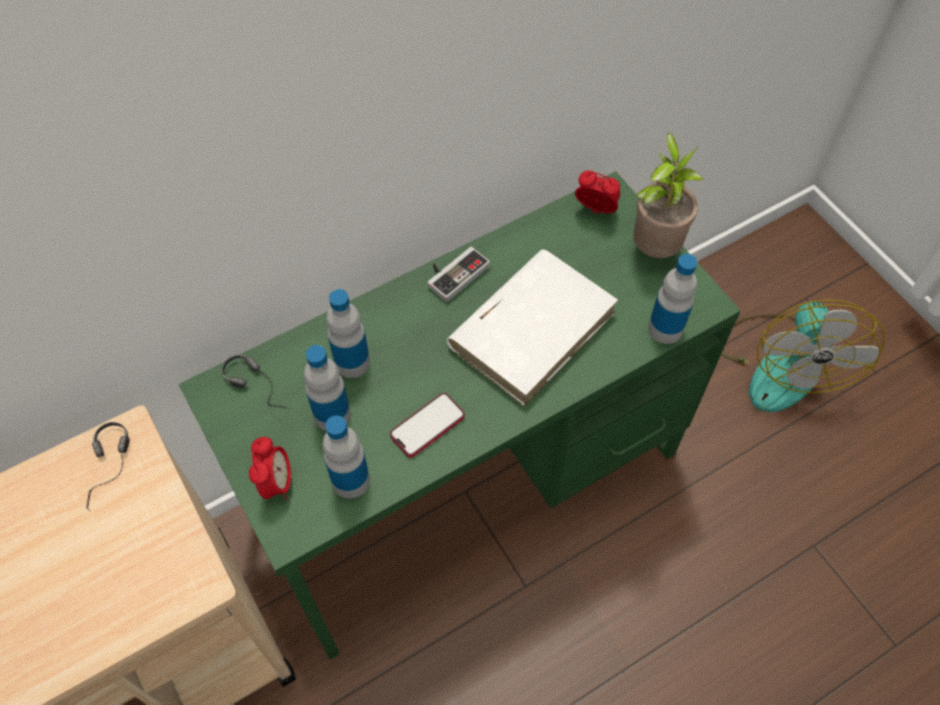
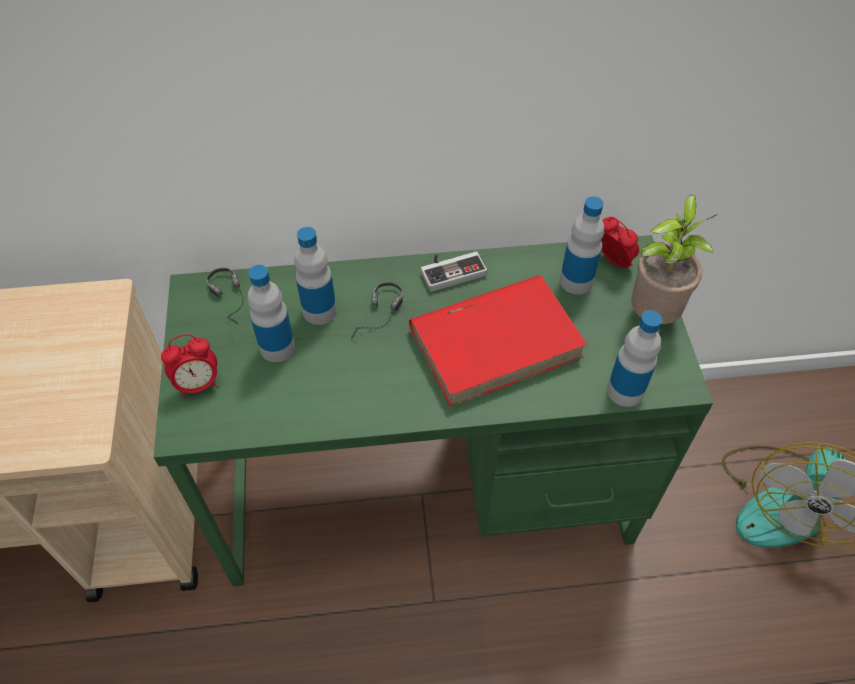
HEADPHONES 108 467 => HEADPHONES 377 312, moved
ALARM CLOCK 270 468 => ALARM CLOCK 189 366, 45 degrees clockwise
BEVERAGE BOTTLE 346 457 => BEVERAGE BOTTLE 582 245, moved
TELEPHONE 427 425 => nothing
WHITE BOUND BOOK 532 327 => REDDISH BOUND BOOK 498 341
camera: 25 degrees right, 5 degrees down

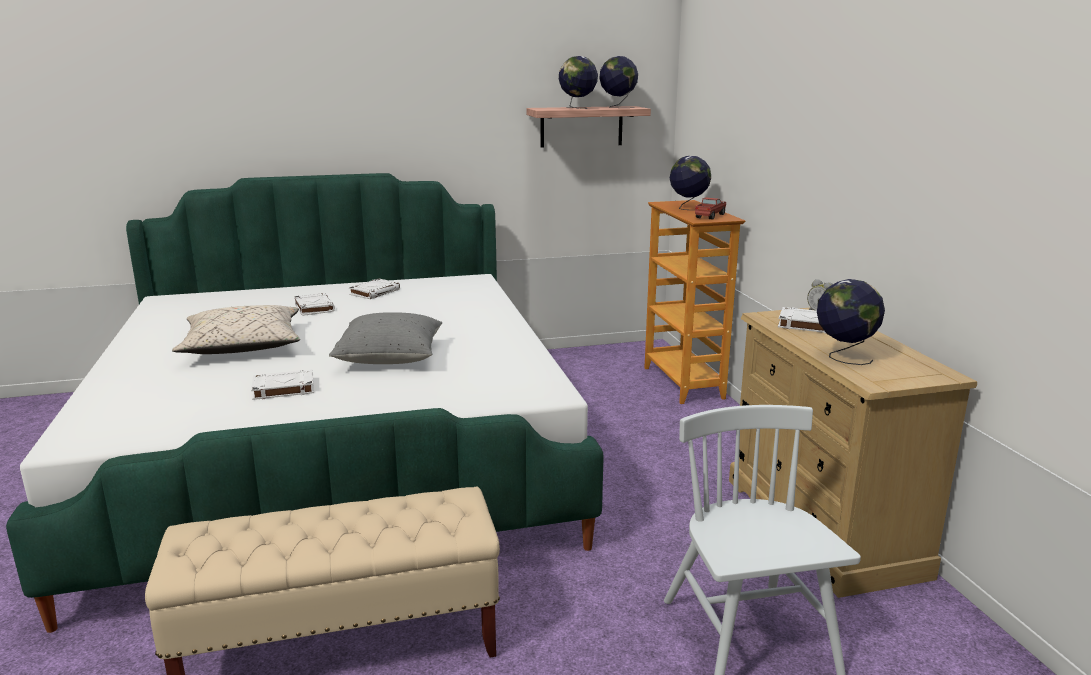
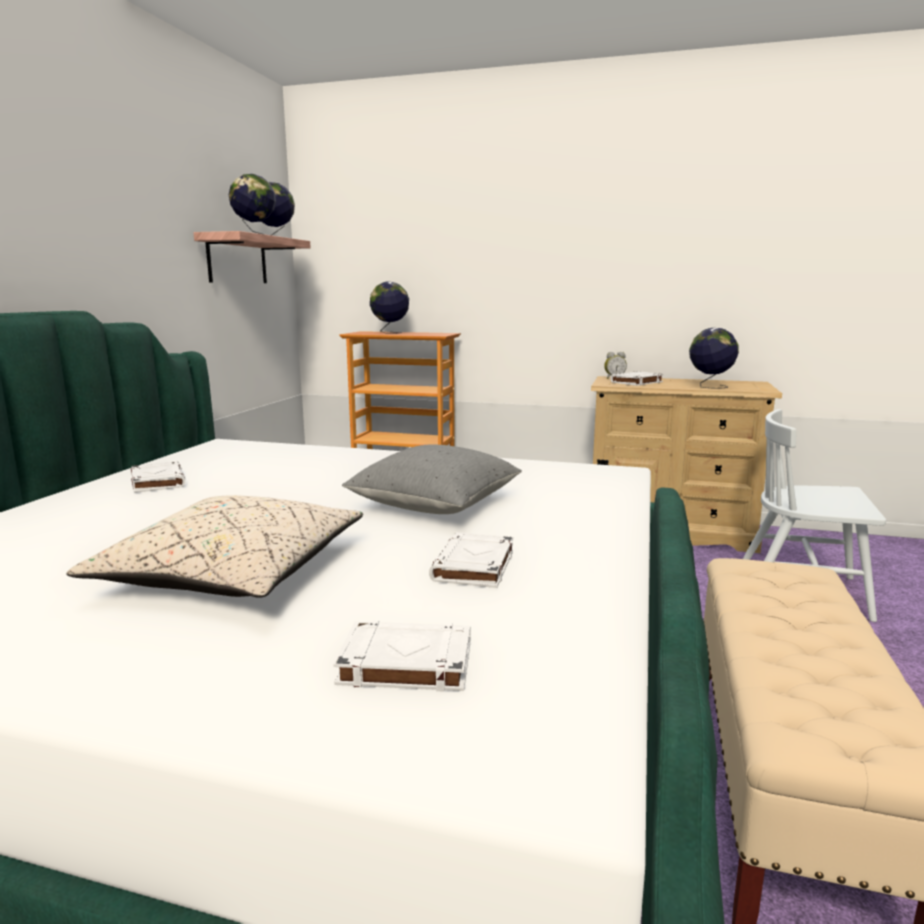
WHITE BOUND BOOK 314 304 => WHITE BOUND BOOK 402 656, moved
TOY LORRY 710 208 => nothing
camera: 60 degrees left, 5 degrees down

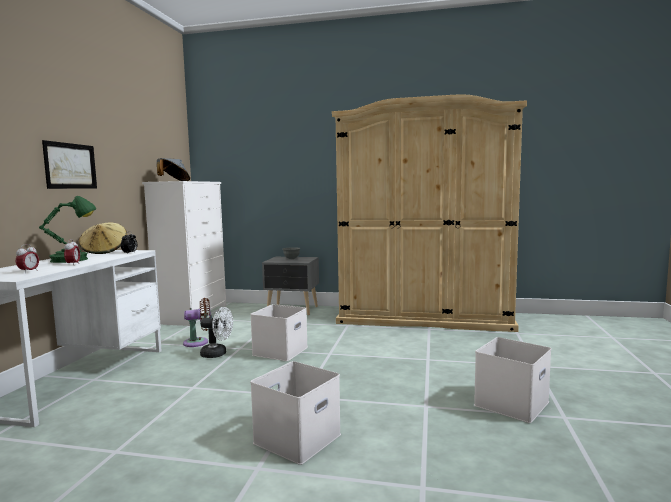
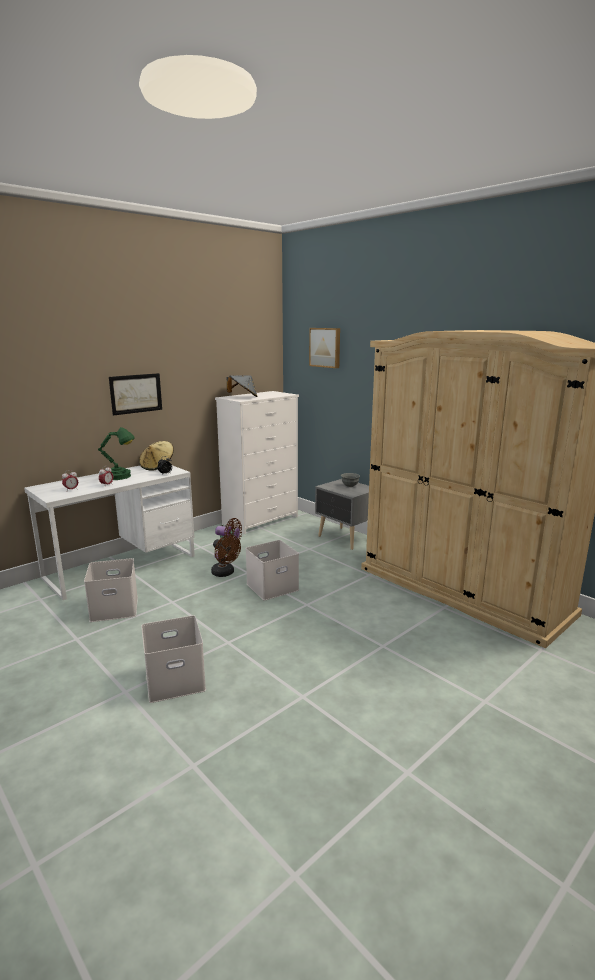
WHITE COOLING FAN 216 332 => BROWN COOLING FAN 226 556
WHITE STORAGE CONTAINER 512 380 => WHITE STORAGE CONTAINER 111 590, moved
nothing => WALL PICTURE 324 348
camera: 35 degrees right, 10 degrees up

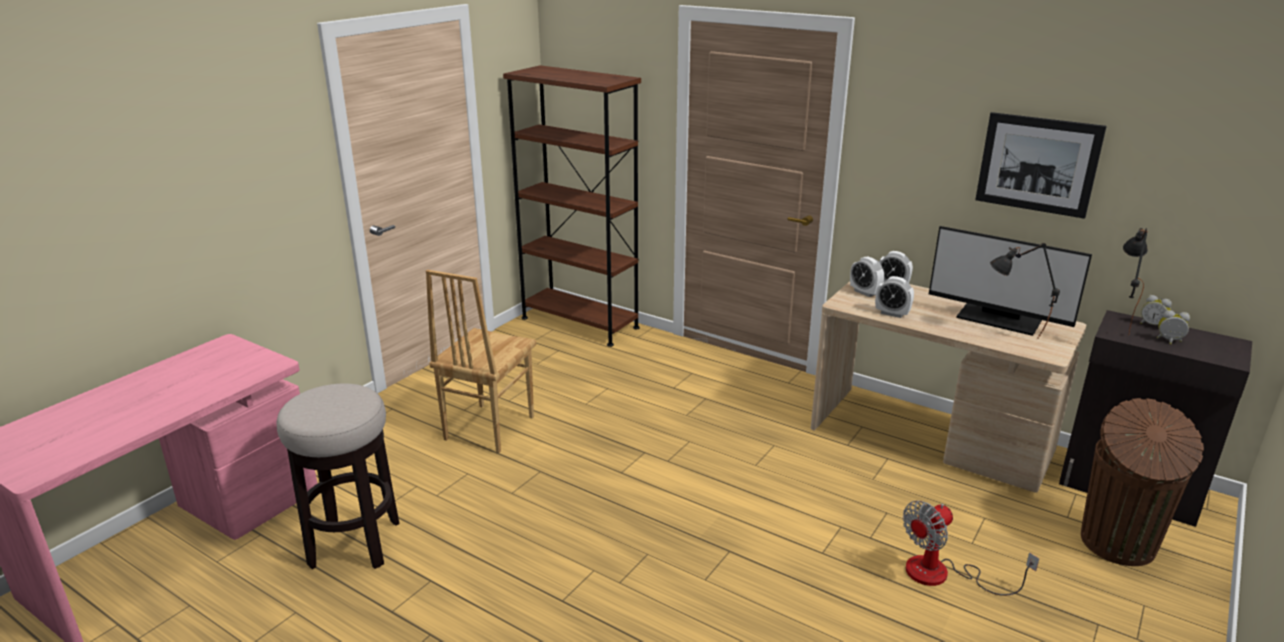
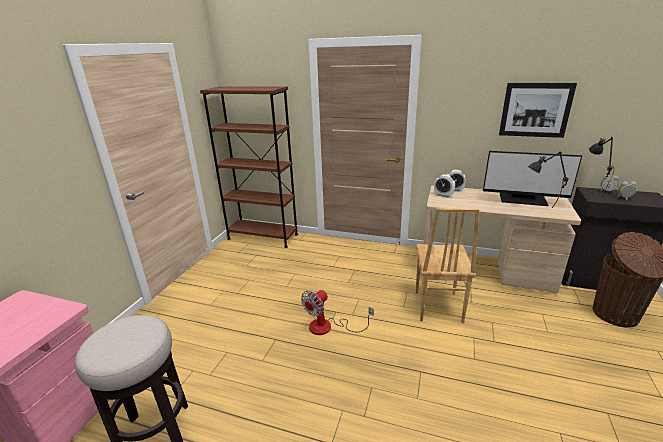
BROWN PLAIN CHAIR 481 361 => BROWN PLAIN CHAIR 447 265, moved
ALARM CLOCK 894 297 => nothing
COOLING FAN 971 548 => COOLING FAN 337 312, moved
camera: 15 degrees left, 0 degrees up

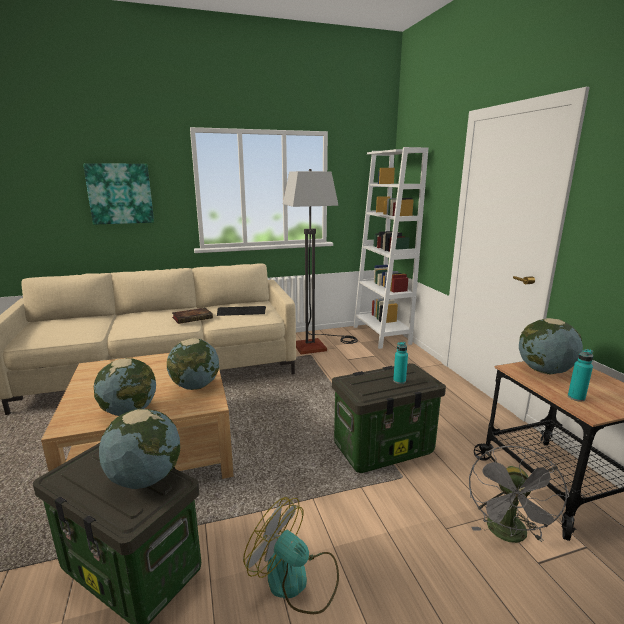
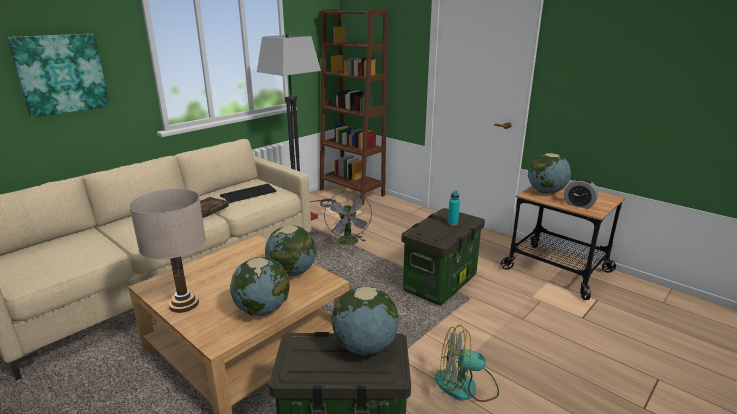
WHITE BOOKSHELF 391 248 => BROWN BOOKSHELF 353 107
GREY COOLING FAN 519 494 => GREY COOLING FAN 348 218, moved
TURQUOISE-COLOURED BEVERAGE BOTTLE 580 375 => ALARM CLOCK 581 193
nothing => BEIGE-COLOURED LAMP FOR A TABLE 167 251
camera: 30 degrees left, 5 degrees up

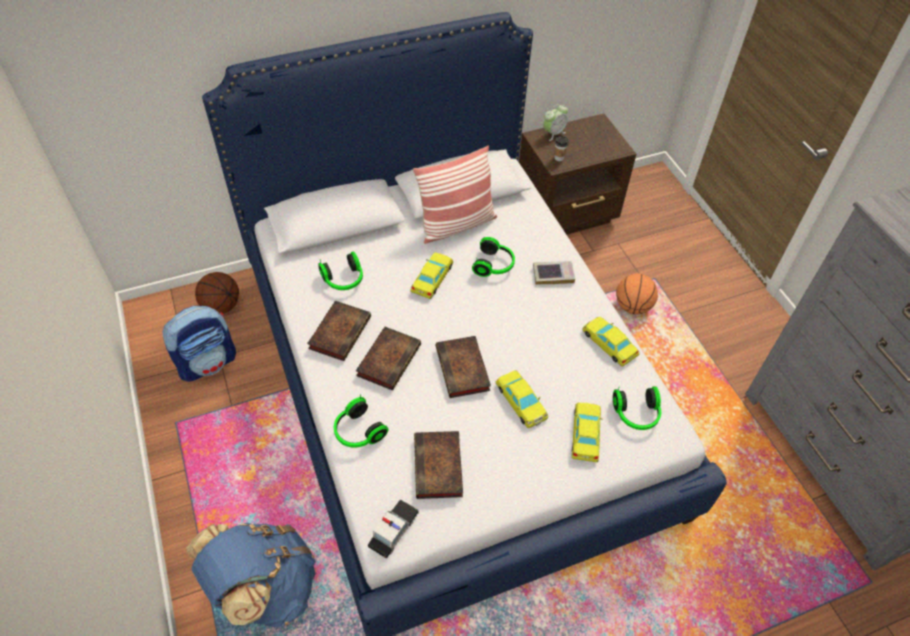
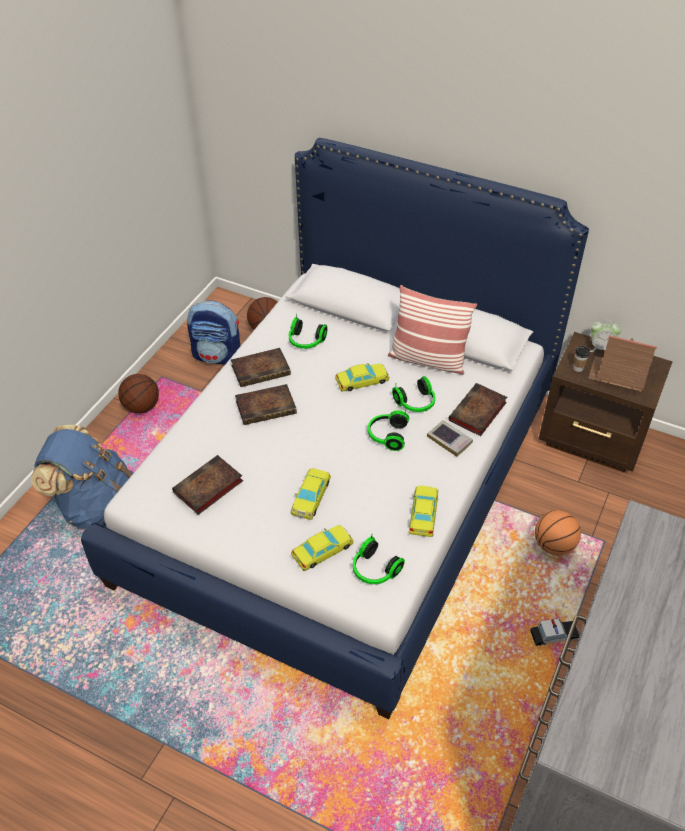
HEADPHONES 361 421 => HEADPHONES 388 430, moved
MODEL CAR 393 529 => MODEL CAR 555 632, moved
BOUND BOOK 463 367 => BOUND BOOK 478 409, moved
nothing => BASKETBALL BALL 138 393
nothing => TOY HOUSE 622 363
camera: 50 degrees right, 5 degrees down

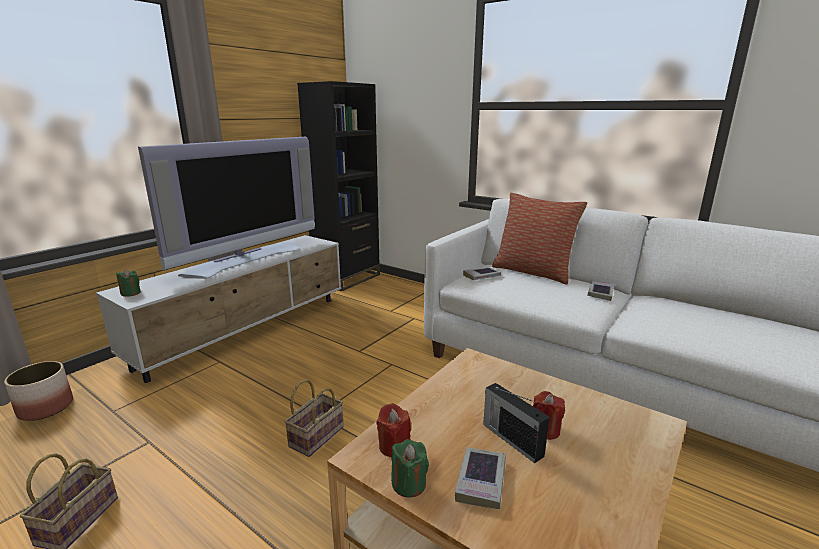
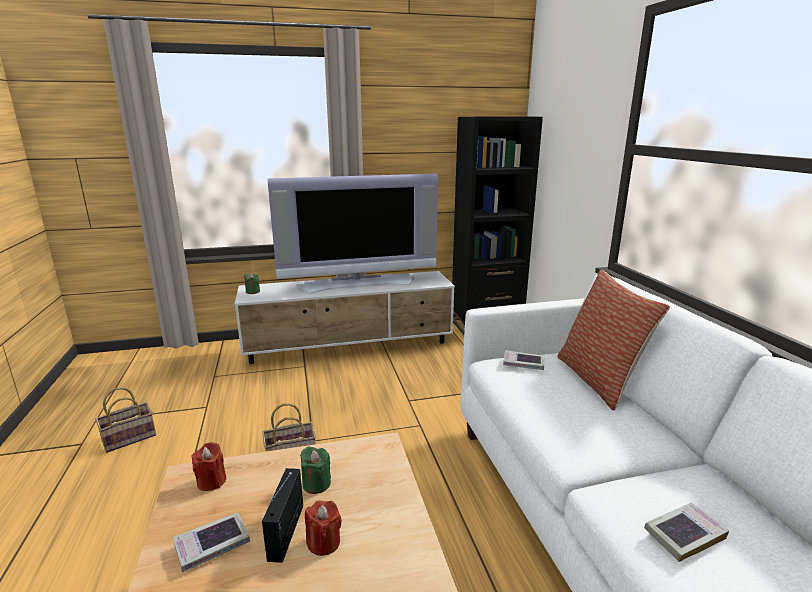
PLANTER 38 391 => nothing
GREEN WAX CANDLE 410 468 => GREEN WAX CANDLE 315 470, moved
BOUND BOOK 601 290 => BOUND BOOK 687 532, moved
camera: 40 degrees right, 0 degrees up

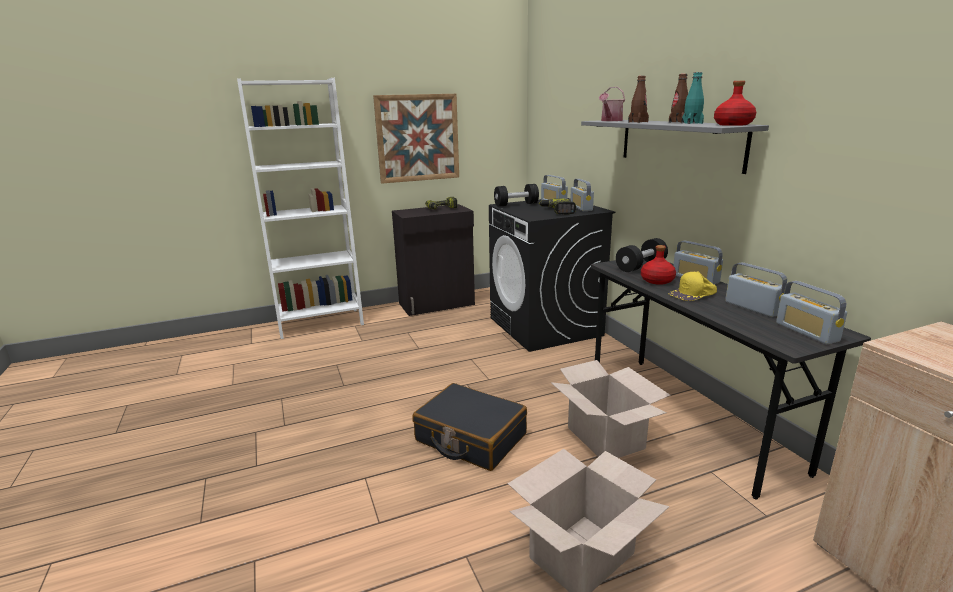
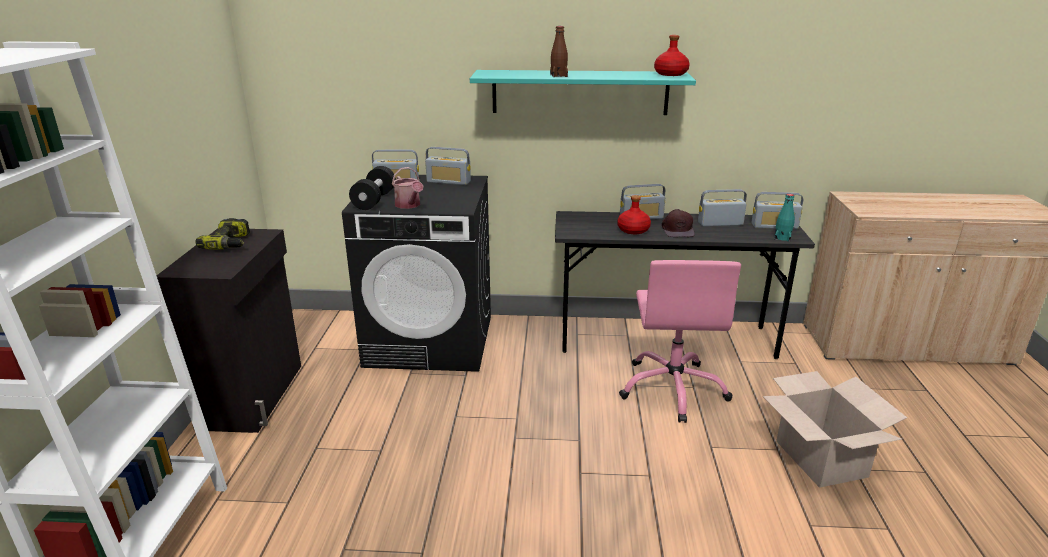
WALL PICTURE 416 139 => nothing
BLACK PIECE OF LUGGAGE 469 427 => nothing
DRILL 557 206 => nothing
PACKING BOX 611 409 => PINKISH OFFICE CHAIR 680 341
GREY WALL SHELF 675 147 => TURQUOISE-COLOURED WALL SHELF 583 92
WATERING POT 612 104 => WATERING POT 407 188, moved
BLACK DUMBBELL 642 255 => nothing
YELLOWISH BASEBALL CAP 692 286 => BROWN BASEBALL CAP 678 223
BROWN BEVERAGE BOTTLE 678 98 => nothing
TURQUOISE-COLOURED BEVERAGE BOTTLE 693 98 => TURQUOISE-COLOURED BEVERAGE BOTTLE 784 218, moved
camera: 65 degrees left, 5 degrees up

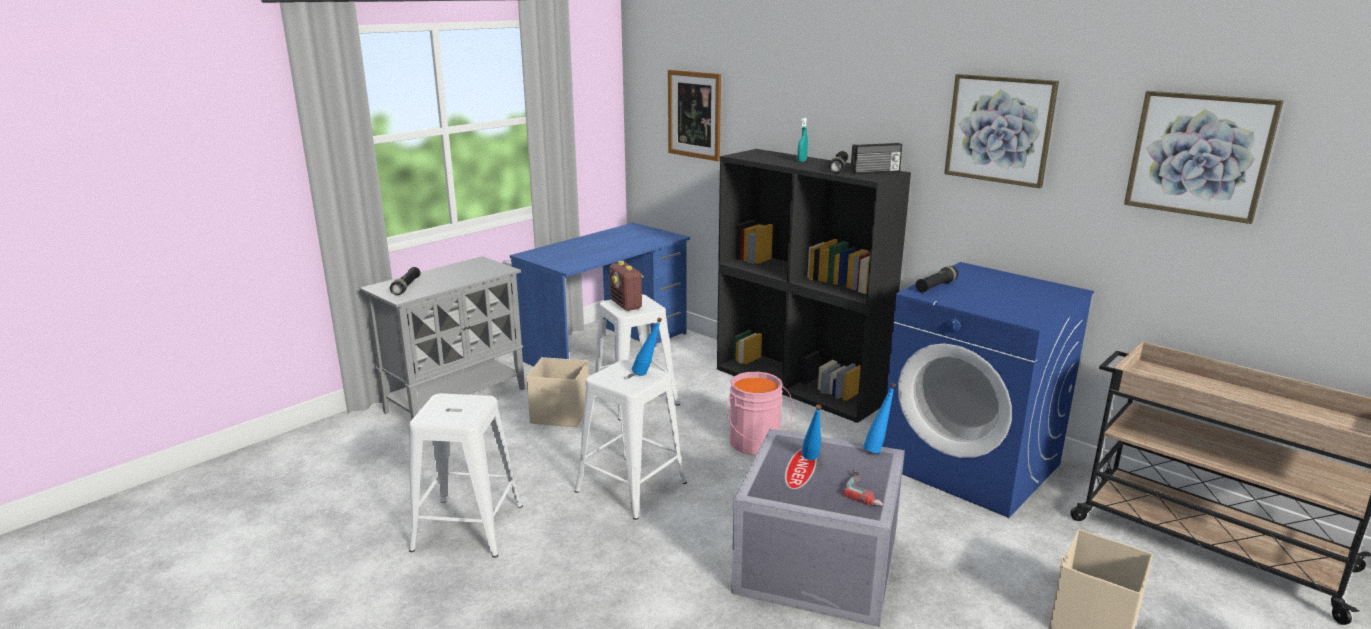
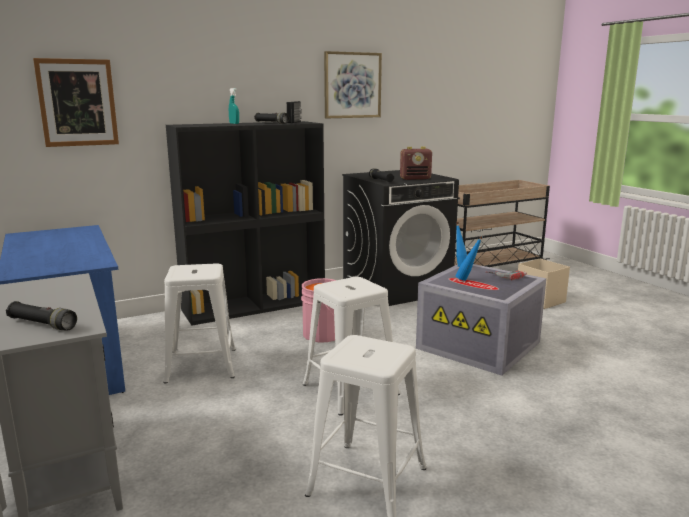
BEIGE-COLOURED STORAGE CONTAINER 557 392 => nothing
RADIO 626 286 => RADIO 416 163, moved
BLUE-COLOURED BEVERAGE BOTTLE 647 347 => nothing
BLUE-COLOURED LAUNDRY MACHINE 988 390 => BLACK LAUNDRY MACHINE 400 238
WALL PICTURE 1204 157 => nothing
camera: 70 degrees left, 5 degrees down

